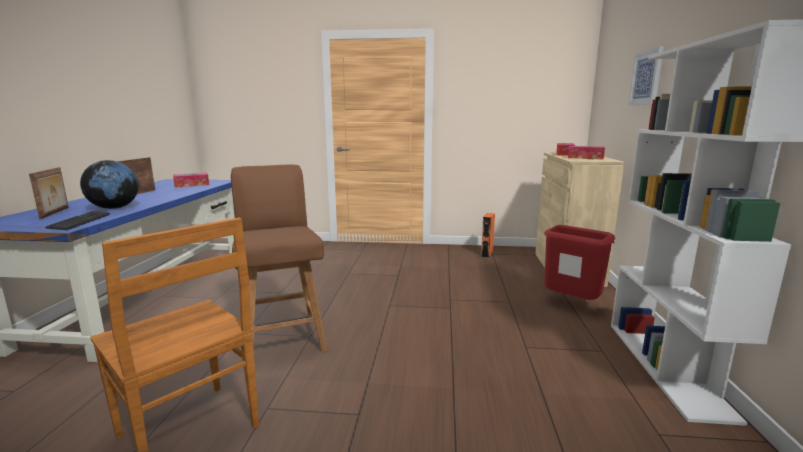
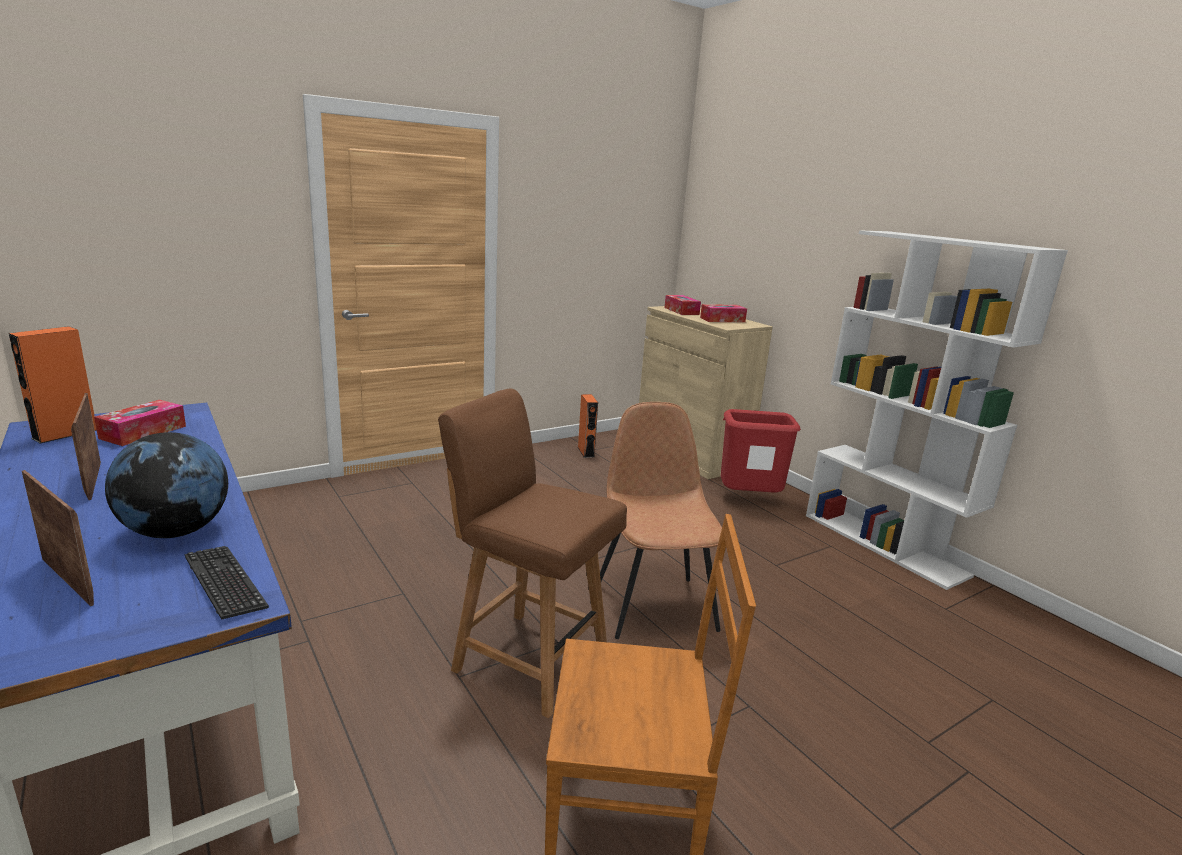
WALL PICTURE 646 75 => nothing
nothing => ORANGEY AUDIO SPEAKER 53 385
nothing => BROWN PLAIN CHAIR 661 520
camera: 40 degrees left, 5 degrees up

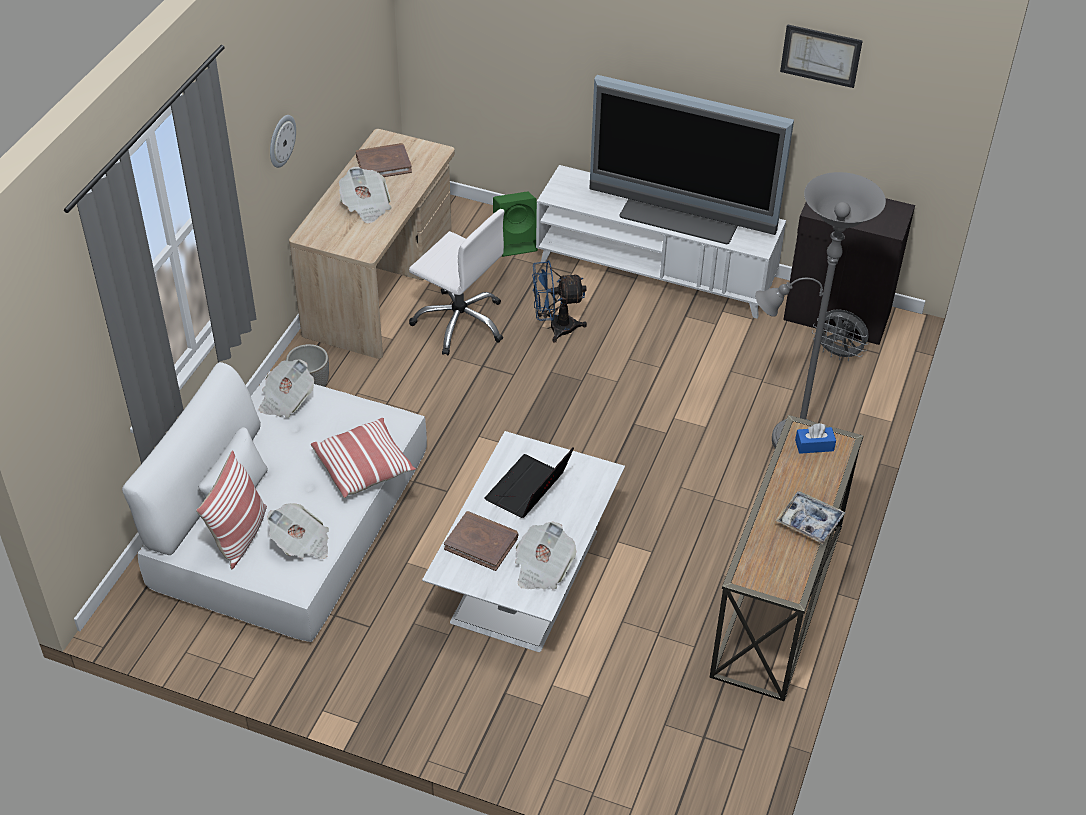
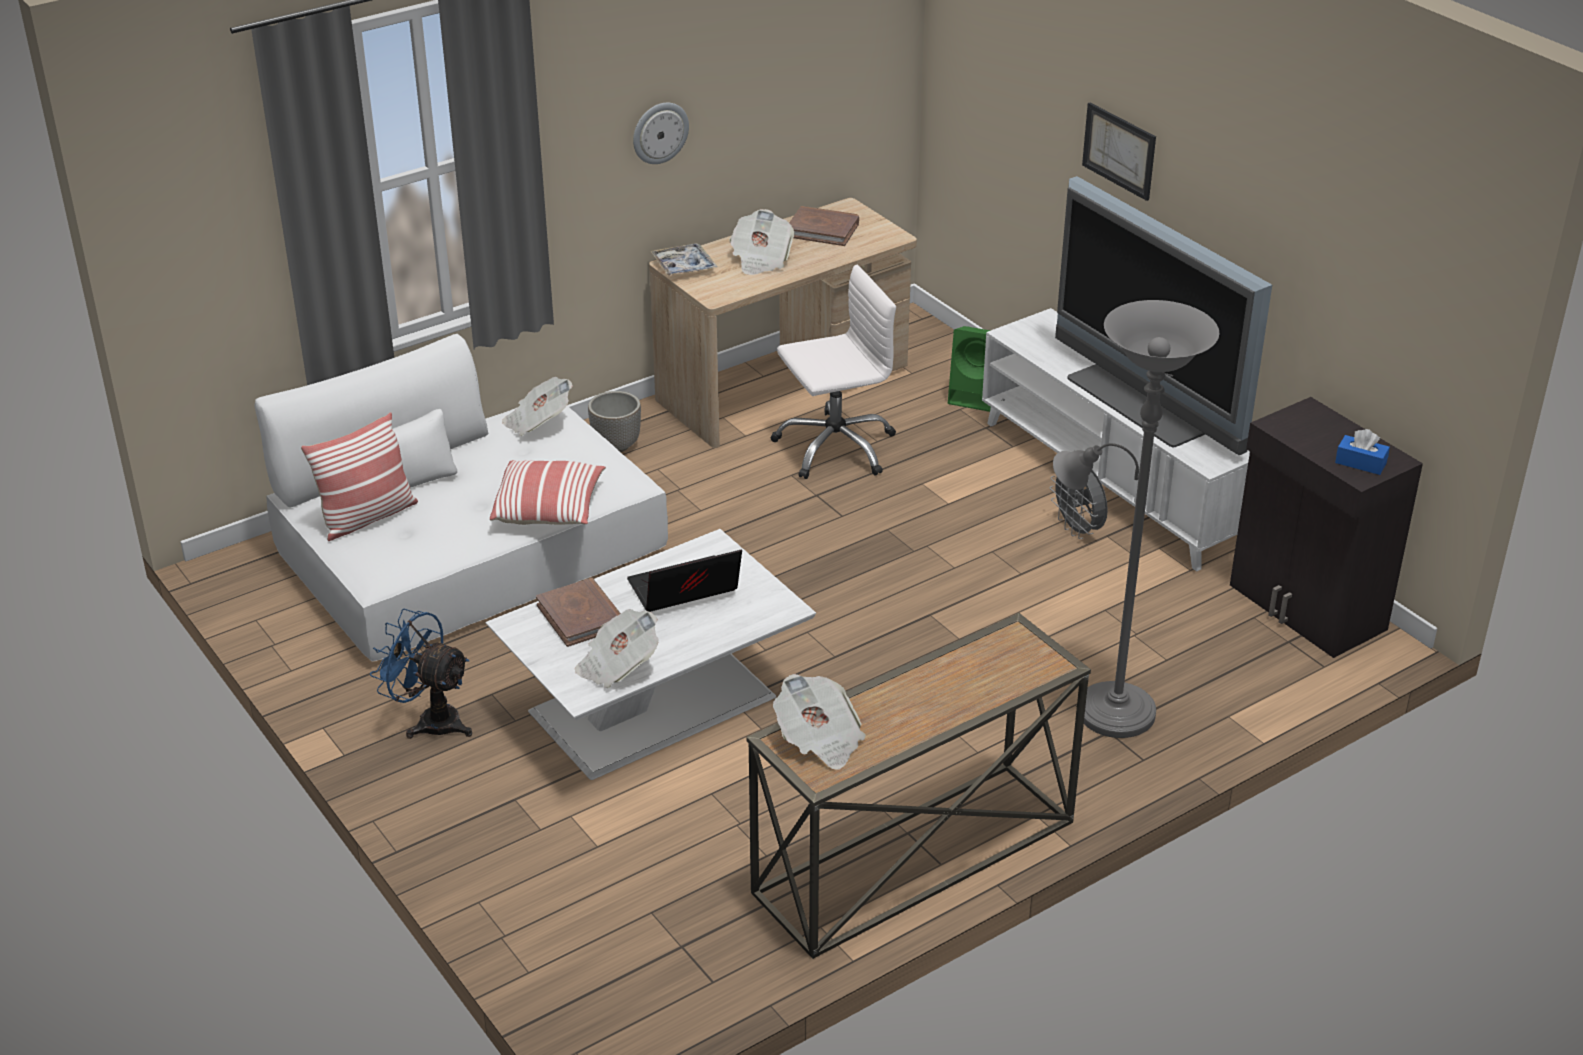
PRINTED PAPER 298 531 => PRINTED PAPER 819 722, moved
WHITE OFFICE CHAIR 456 282 => WHITE OFFICE CHAIR 833 372, 90 degrees counterclockwise
BLUE-COLOURED COOLING FAN 559 301 => BLUE-COLOURED COOLING FAN 421 674, moved
SERVING TRAY 810 517 => SERVING TRAY 683 259, moved
WALL PICTURE 821 56 => WALL PICTURE 1119 152, moved
BLUE-COLOURED BOX OF TISSUES 815 438 => BLUE-COLOURED BOX OF TISSUES 1362 452, moved
GREY COOLING FAN 840 335 => GREY COOLING FAN 1079 504, moved
camera: 35 degrees right, 10 degrees down

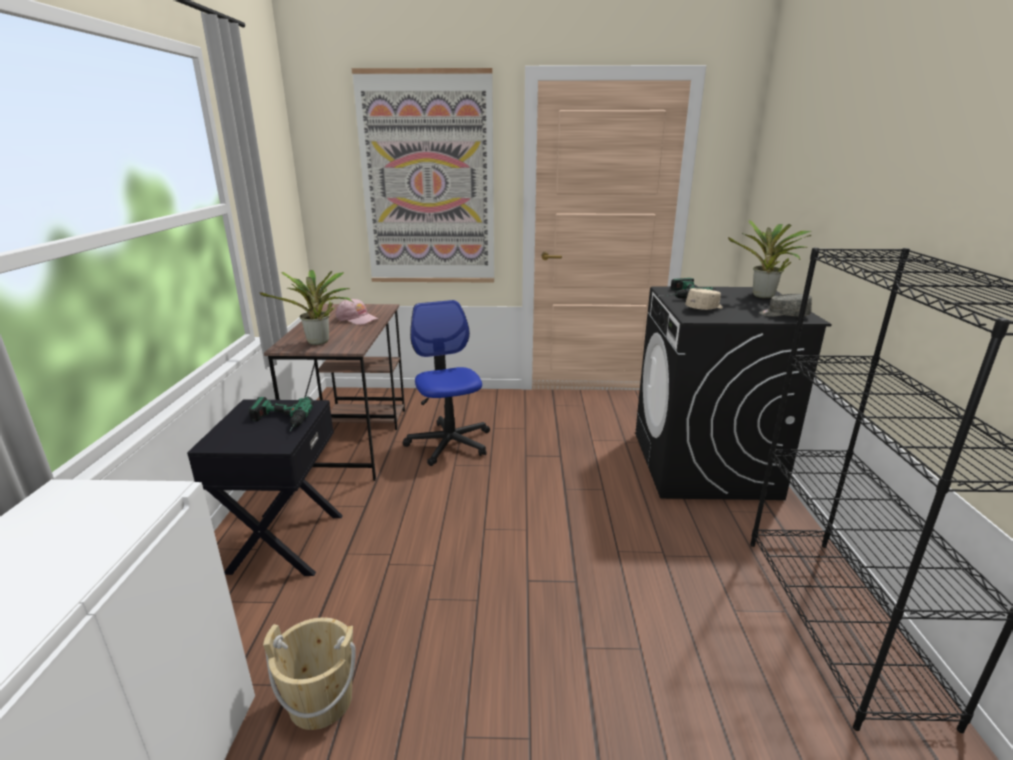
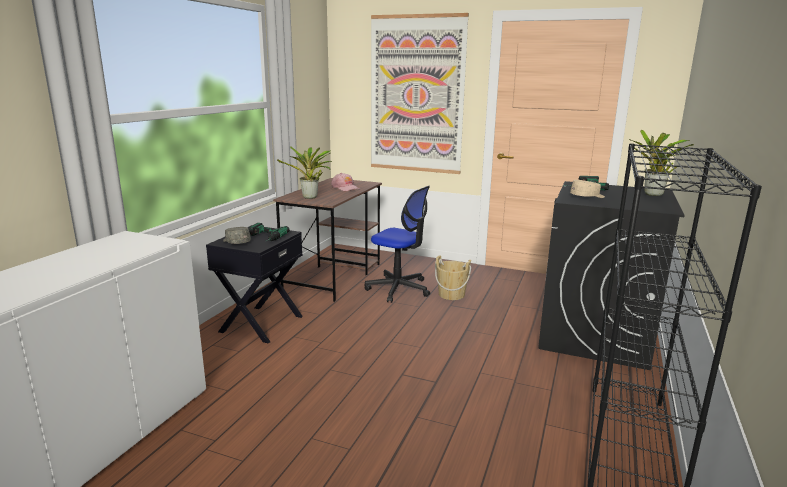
BEIGE-COLOURED WATER BUCKET 309 673 => BEIGE-COLOURED WATER BUCKET 453 277, moved
OFFICE CHAIR 446 383 => OFFICE CHAIR 397 244, 120 degrees clockwise
GREY BASEBALL CAP 785 305 => GREY BASEBALL CAP 237 235, moved
camera: 20 degrees right, 5 degrees down

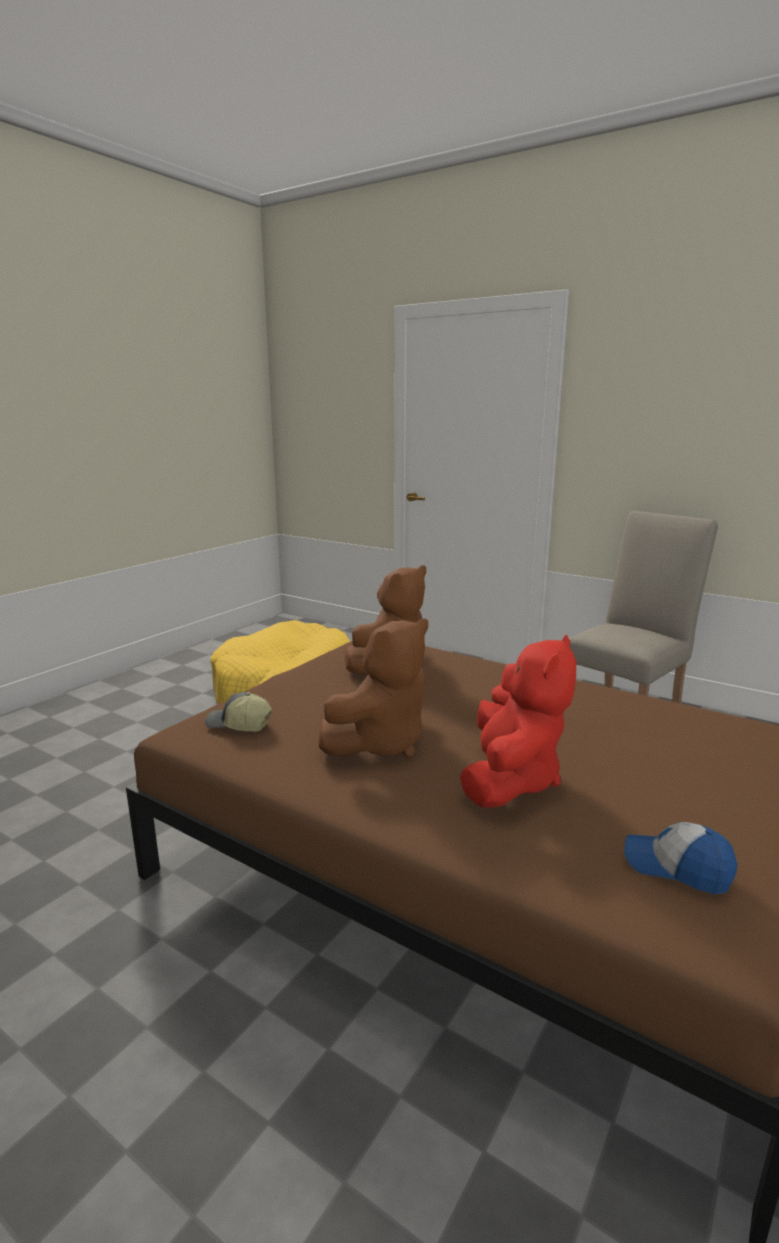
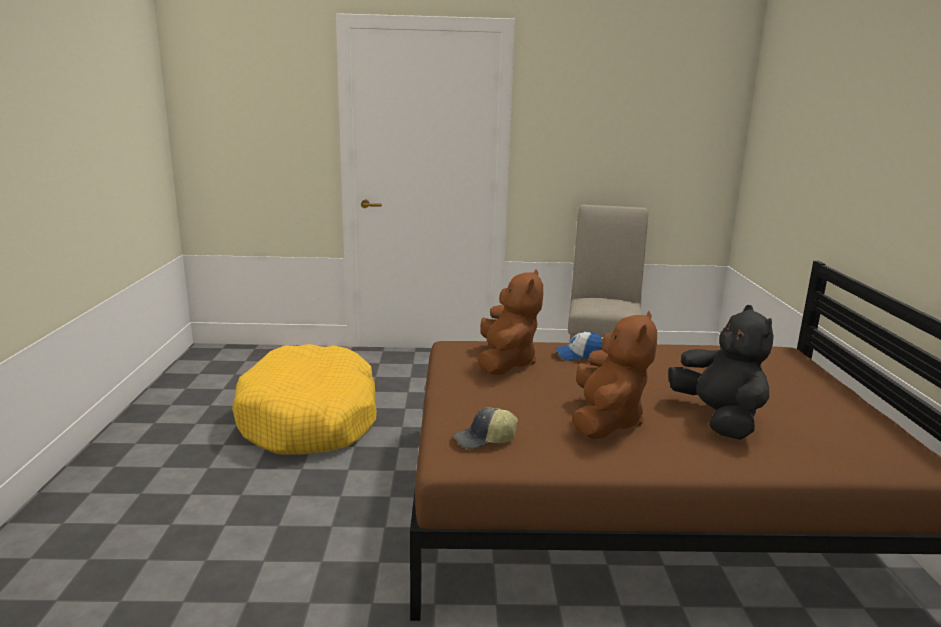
REDDISH SOFT TOY 518 721 => BLACK SOFT TOY 720 372
BASEBALL CAP 680 858 => BASEBALL CAP 579 346, moved
camera: 35 degrees left, 0 degrees up

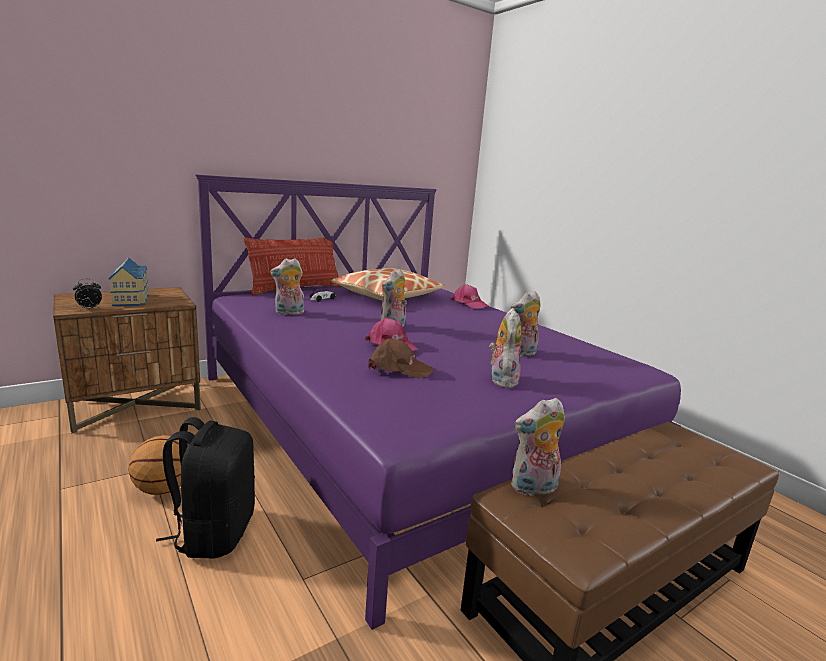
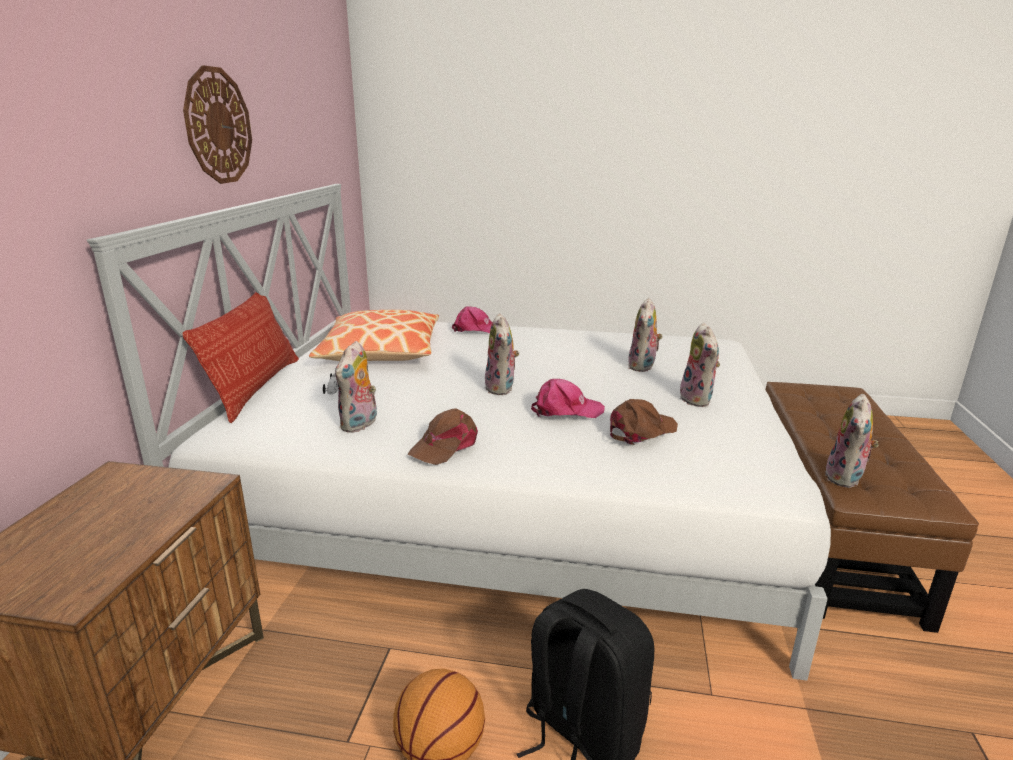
ALARM CLOCK 87 294 => nothing
TOY HOUSE 128 281 => nothing
PURPLE SLEEPING BED 438 402 => WHITE SLEEPING BED 459 432
SOFT TOY 505 348 => SOFT TOY 700 365, 150 degrees counterclockwise
nothing => CLOCK ON THE WALL 217 124
nothing => BROWN BASEBALL CAP 442 436
camera: 45 degrees left, 5 degrees up

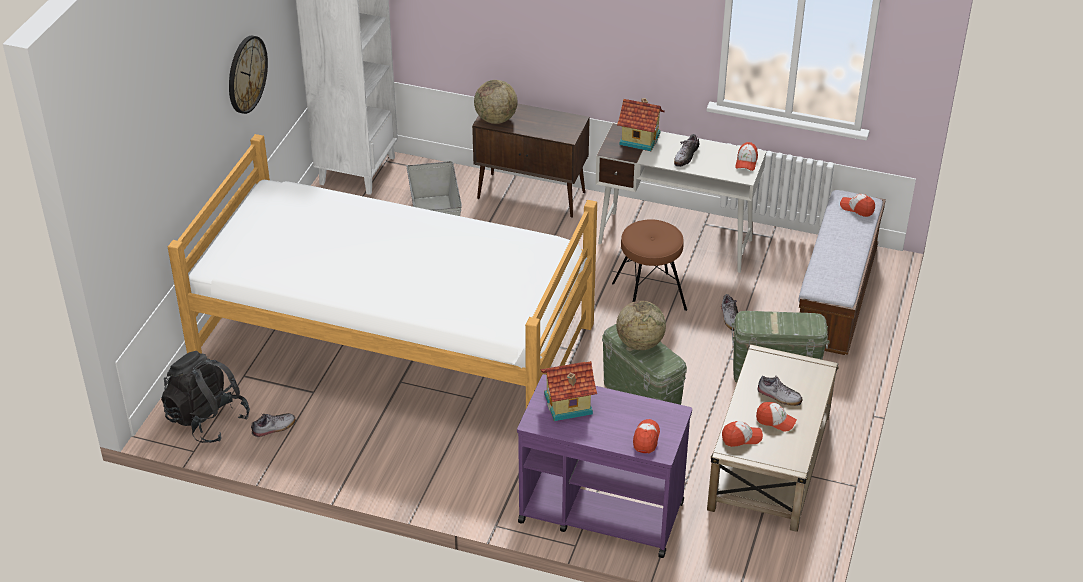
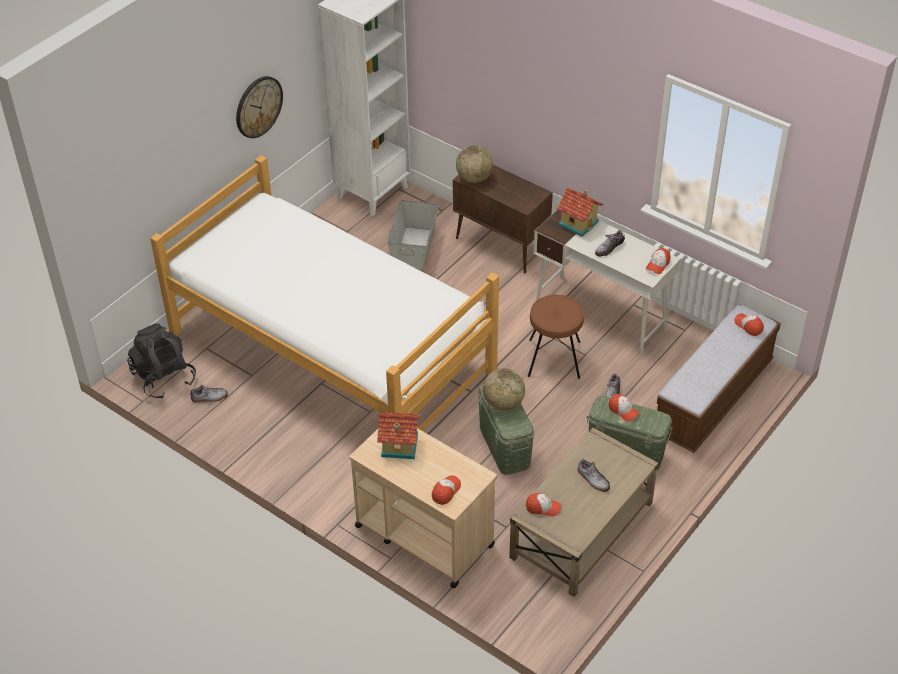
PURPLE WHEELED CART 604 466 => BEIGE-COLOURED WHEELED CART 423 508
BASEBALL CAP 776 417 => BASEBALL CAP 624 407, moved
camera: 20 degrees right, 5 degrees up

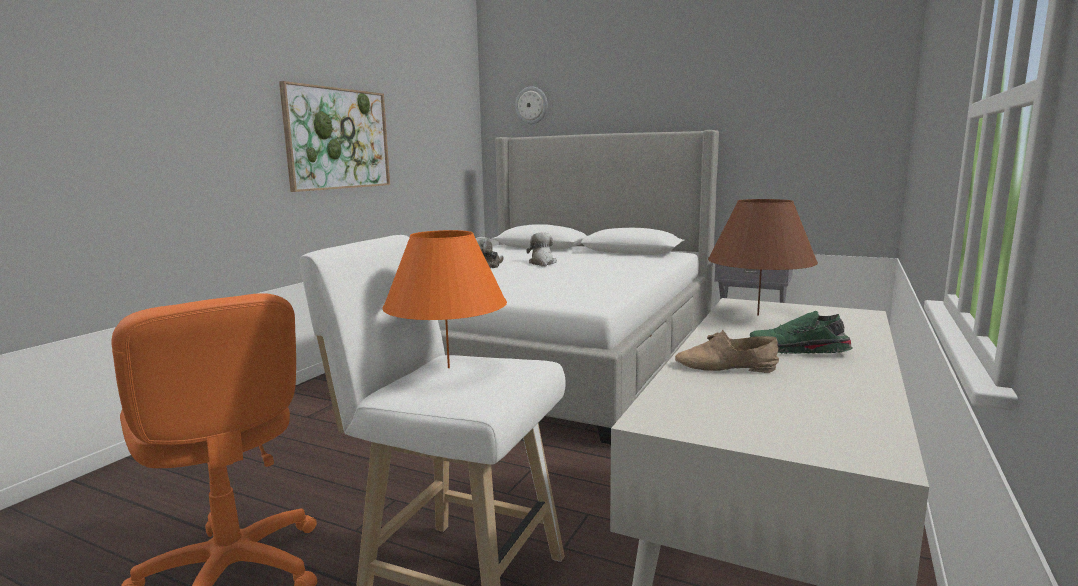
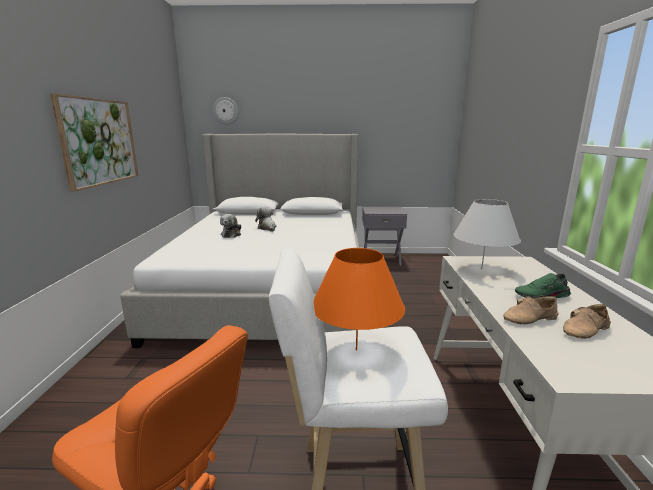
BROWN LAMP FOR A TABLE 763 257 => WHITE LAMP FOR A TABLE 487 234
nothing => BEIGE-COLOURED SHOE 587 321
camera: 25 degrees left, 5 degrees up

